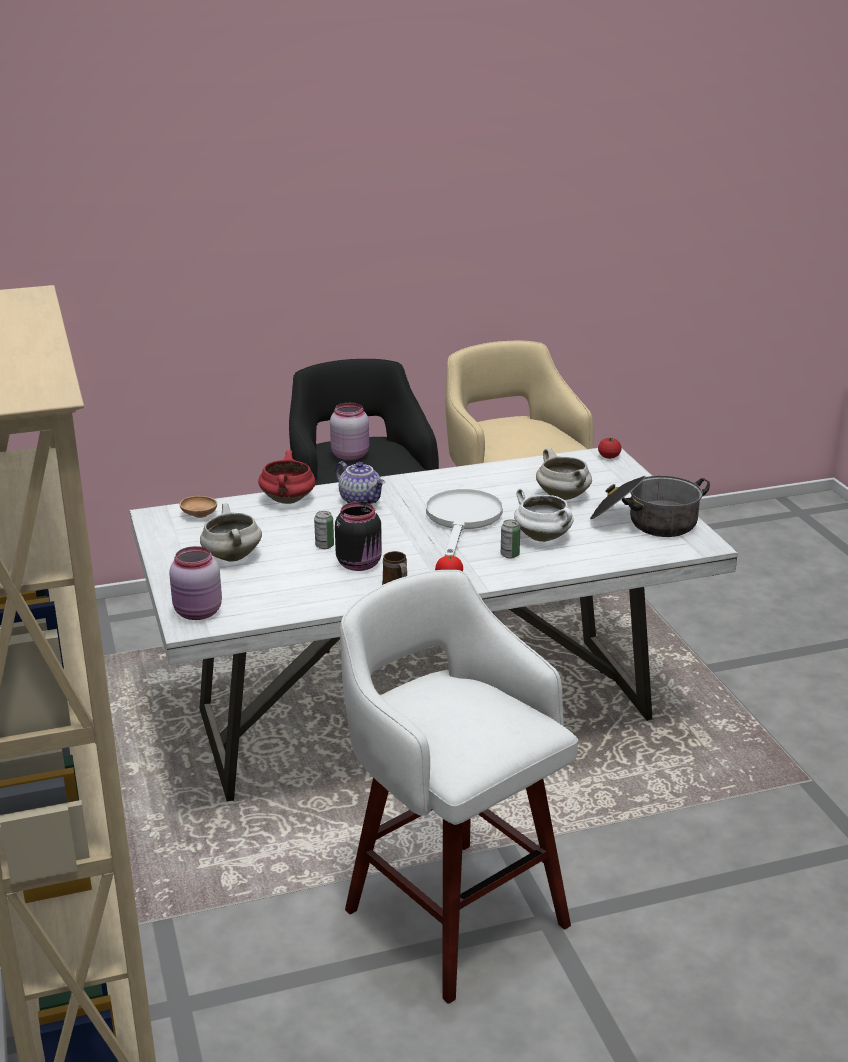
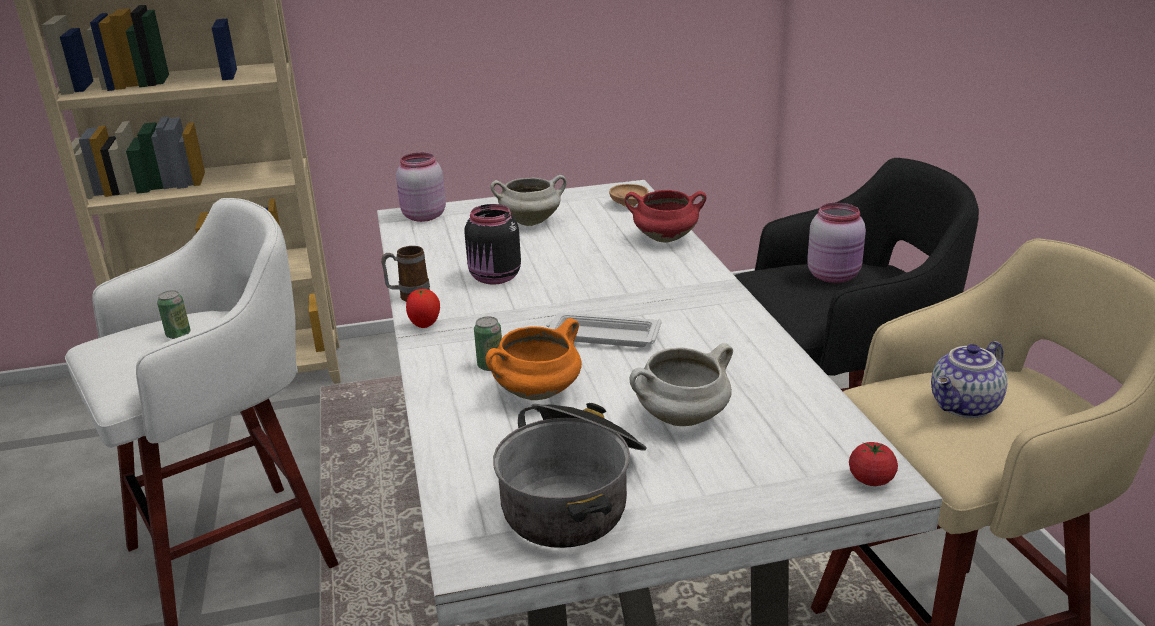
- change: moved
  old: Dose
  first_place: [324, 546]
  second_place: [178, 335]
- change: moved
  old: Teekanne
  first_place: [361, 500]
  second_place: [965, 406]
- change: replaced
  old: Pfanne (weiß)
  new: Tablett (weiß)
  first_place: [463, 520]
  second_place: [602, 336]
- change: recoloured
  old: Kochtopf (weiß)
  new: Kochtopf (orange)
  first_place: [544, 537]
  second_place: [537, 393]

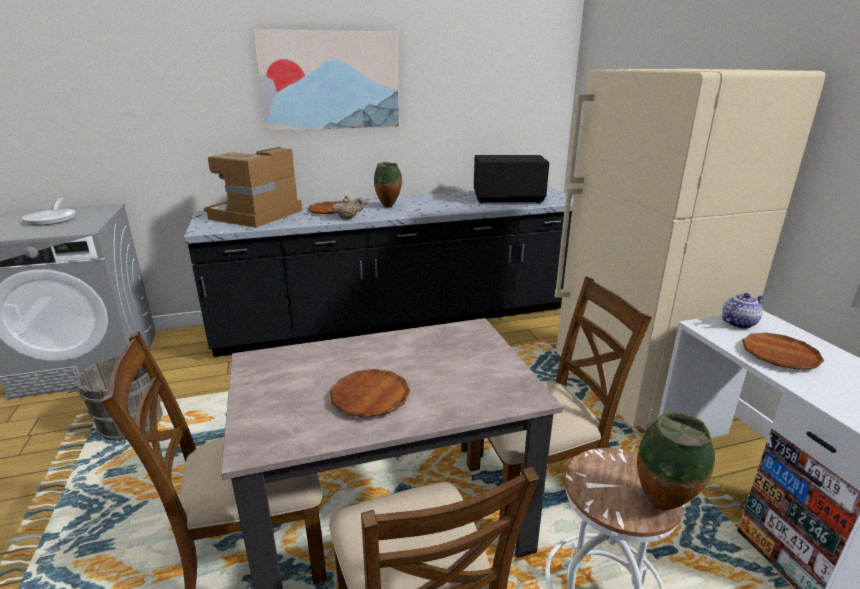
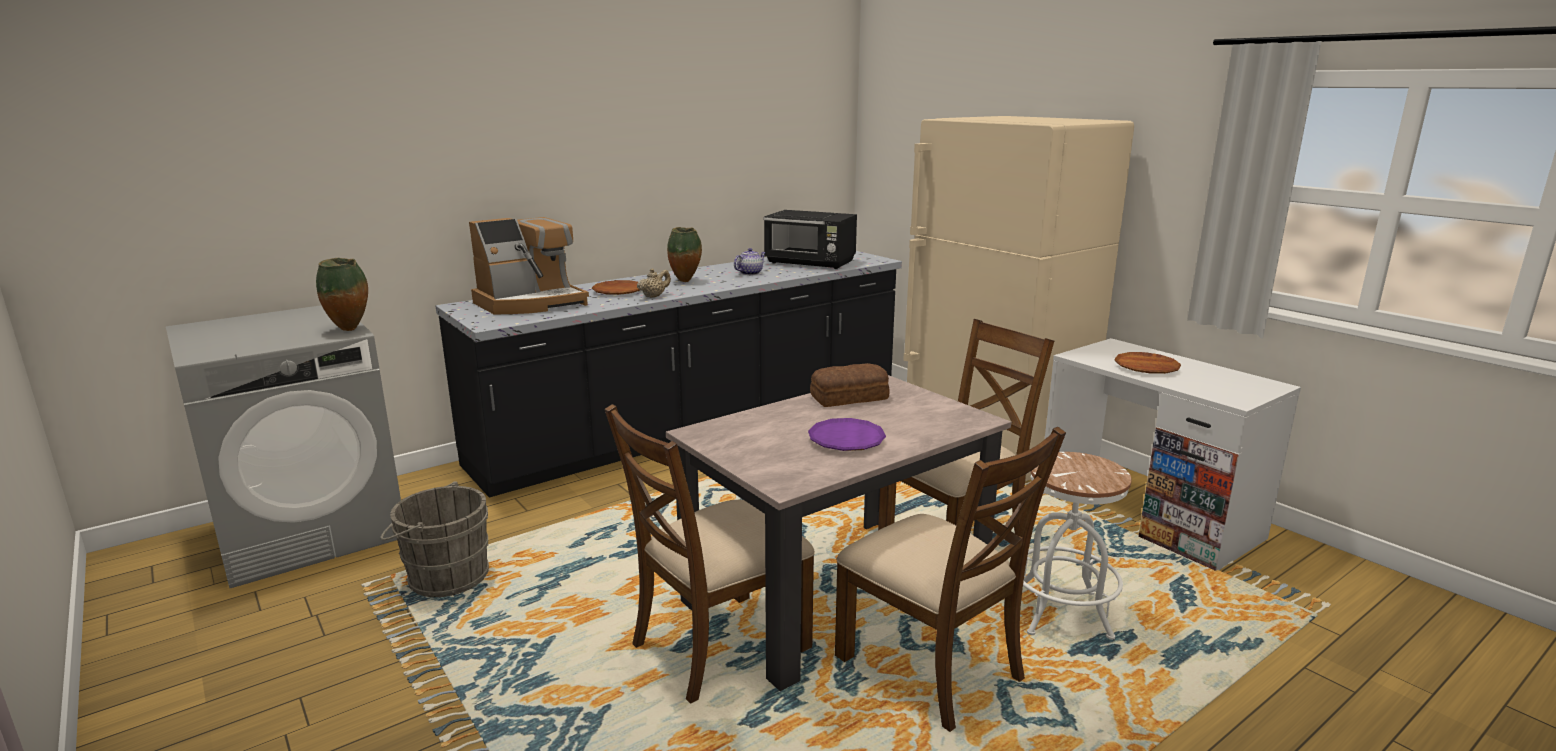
- change: removed
  old: Pfanne
  first_place: [53, 219]
- change: turned
  old: Kaffeemaschine
  first_place: [256, 215]
  second_place: [531, 303]
  degrees: -135
- change: removed
  old: Bild
  first_place: [330, 81]
- change: recoloured
  old: Teller (braun)
  new: Teller (lila)
  first_place: [370, 397]
  second_place: [846, 440]
- change: turned
  old: Mikrowelle (schwarz)
  first_place: [507, 199]
  second_place: [810, 263]
  degrees: -135
- change: moved
  old: Vase
  first_place: [663, 506]
  second_place: [350, 330]
- change: moved
  old: Teekanne
  first_place: [738, 323]
  second_place: [750, 273]
- change: added
  new: Brot
  second_place: [850, 398]

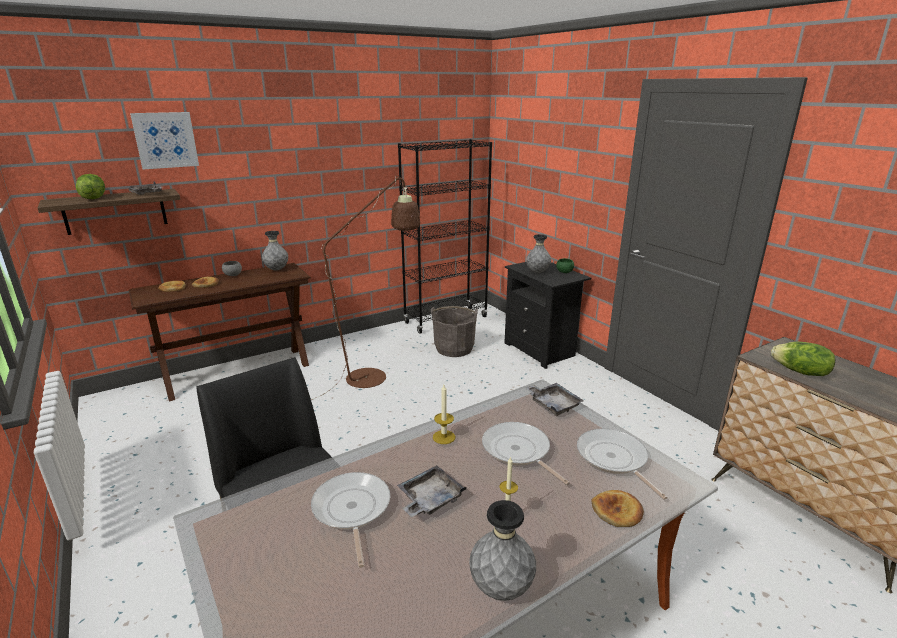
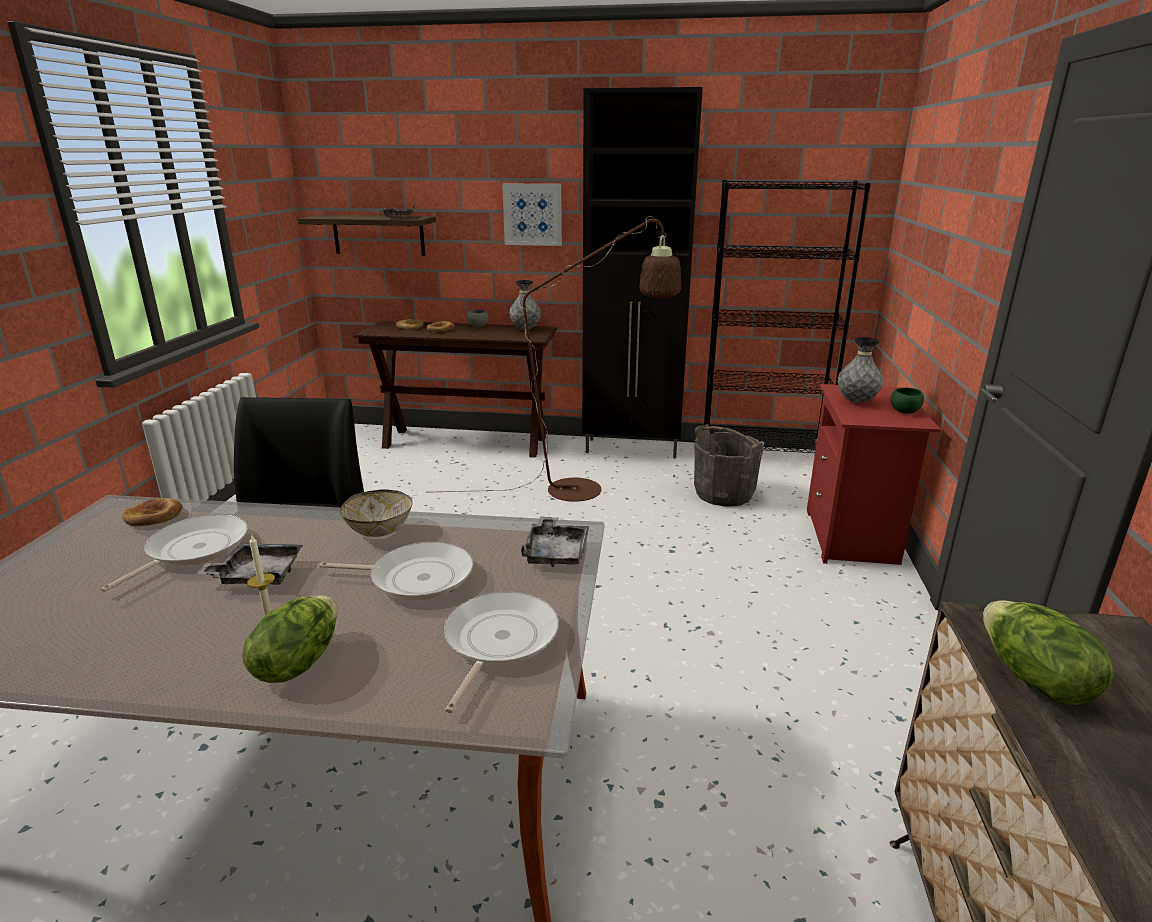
- change: moved
  old: Salatkopf
  first_place: [93, 198]
  second_place: [297, 662]
- change: moved
  old: Bild
  first_place: [165, 140]
  second_place: [532, 214]
- change: replaced
  old: Kerze
  new: Schüssel
  first_place: [444, 437]
  second_place: [379, 530]
- change: removed
  old: Vase (grau)
  first_place: [501, 588]
- change: turned
  old: Pfanne
  first_place: [518, 451]
  second_place: [416, 577]
  degrees: 90
- change: recoloured
  old: Nachttisch (schwarz)
  new: Nachttisch (rot)
  first_place: [541, 350]
  second_place: [852, 538]
- change: moved
  old: Brot
  first_place: [617, 511]
  second_place: [154, 516]
- change: added
  new: Schrank (schwarz)
  second_place: [633, 449]

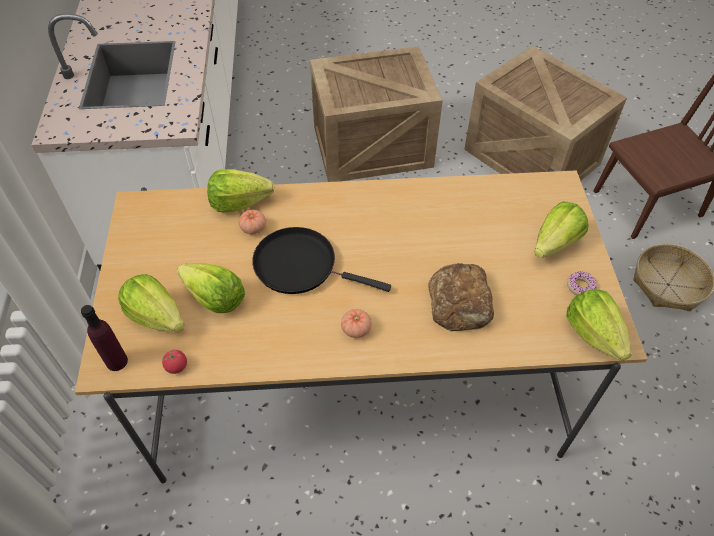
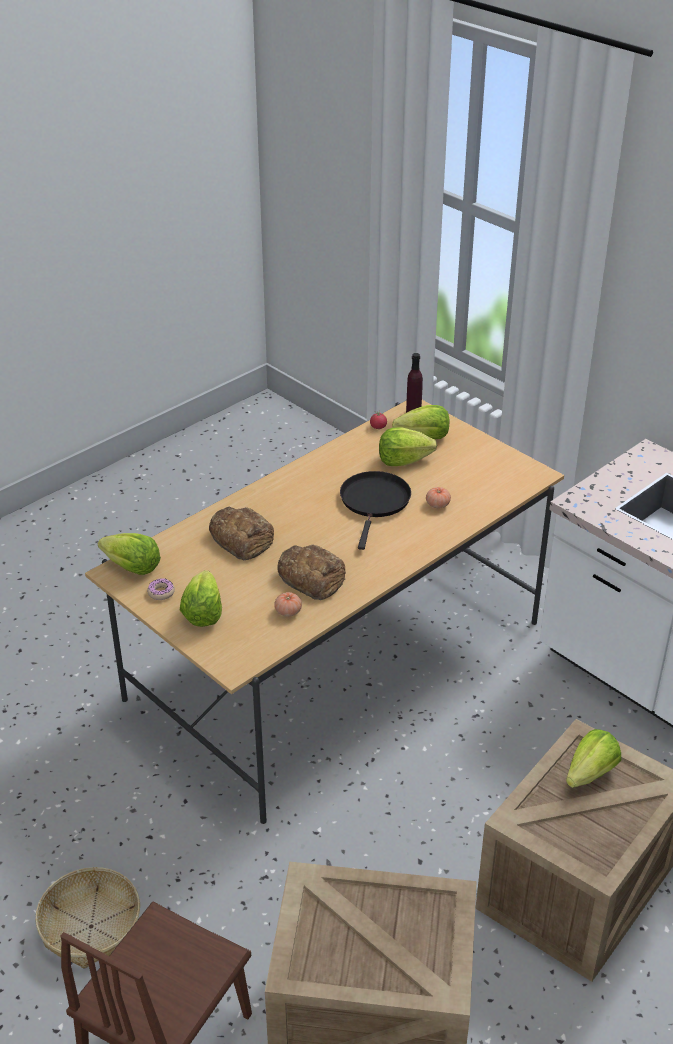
- change: moved
  old: Salatkopf
  first_place: [239, 202]
  second_place: [590, 773]
- change: turned
  old: Pfanne (schwarz)
  first_place: [301, 265]
  second_place: [375, 502]
  degrees: -60
- change: moved
  old: Tomate
  first_place: [356, 329]
  second_place: [288, 611]
- change: added
  new: Brot
  second_place: [312, 577]

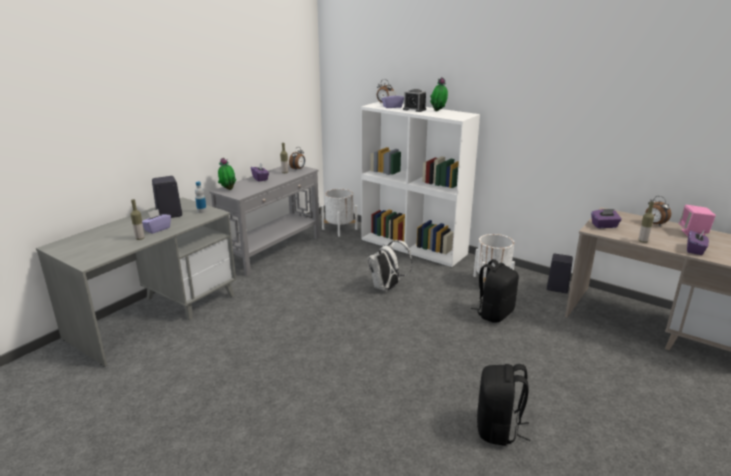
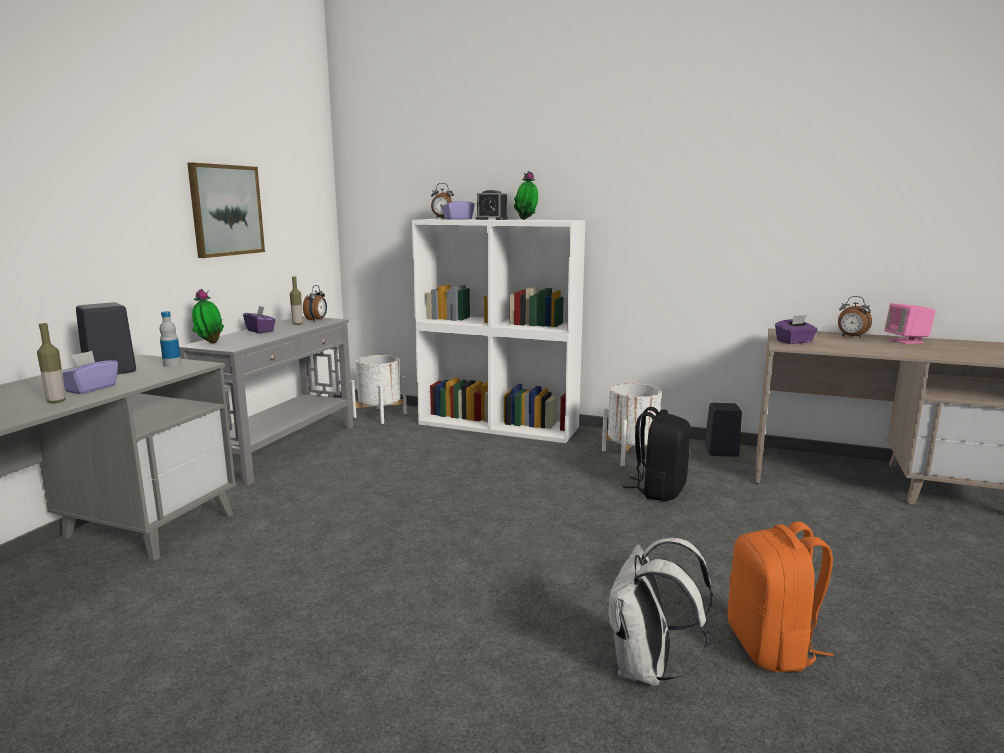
- change: moved
  old: Rucksack (weiß)
  first_place: [387, 288]
  second_place: [647, 669]
- change: recoloured
  old: Rucksack (schwarz)
  new: Rucksack (orange)
  first_place: [498, 429]
  second_place: [772, 648]
- change: removed
  old: Flasche
  first_place: [642, 241]
- change: removed
  old: Taschentuchbox (lila)
  first_place: [695, 250]
- change: added
  new: Bild
  second_place: [226, 210]

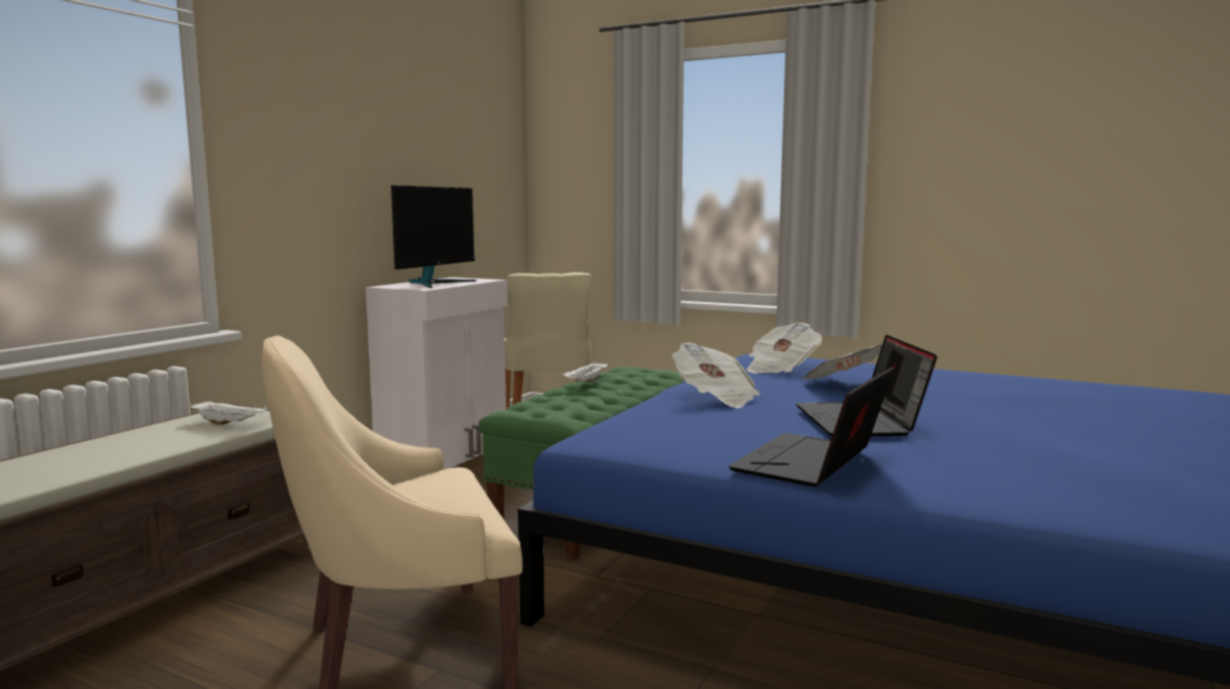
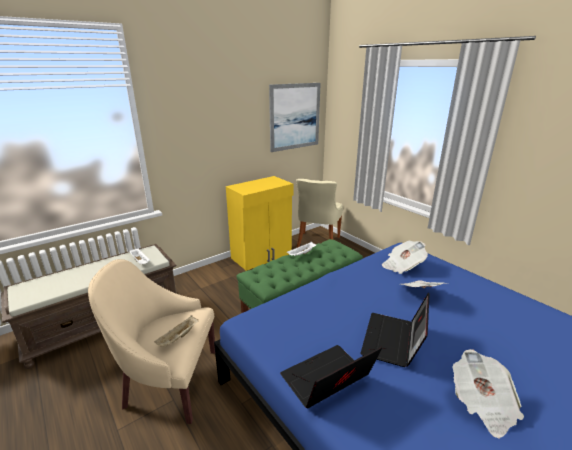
- change: recoloured
  old: Schrank (weiß)
  new: Schrank (gelb)
  first_place: [446, 454]
  second_place: [262, 256]
- change: removed
  old: Monitor
  first_place: [435, 283]
- change: moved
  old: Zeitung
  first_place: [715, 398]
  second_place: [482, 405]
- change: added
  new: Tablett (beige)
  second_place: [178, 338]
- change: added
  new: Bild
  second_place: [295, 116]

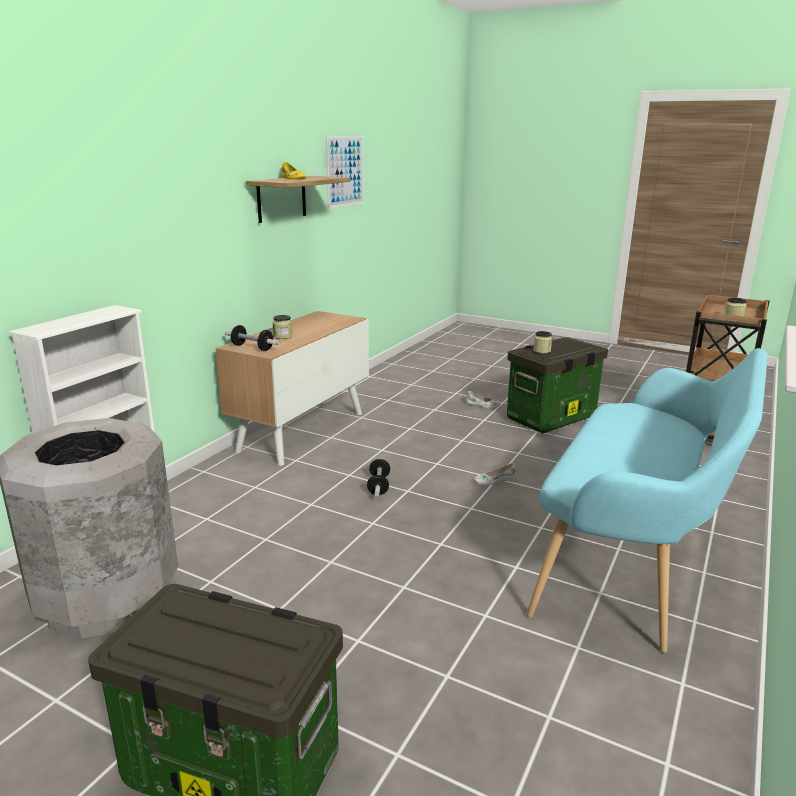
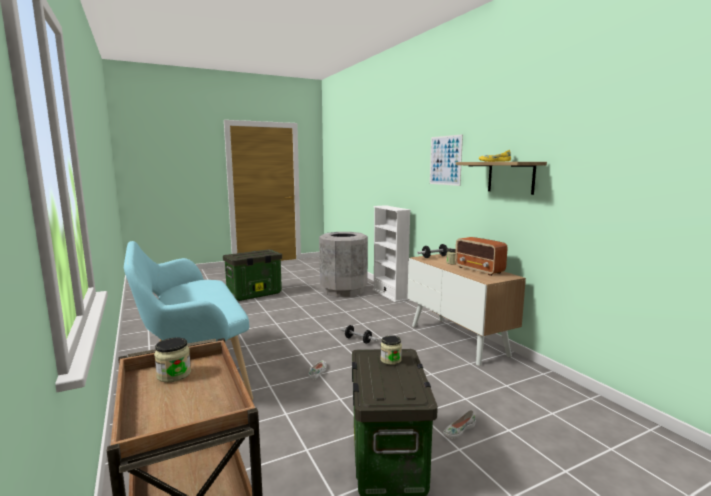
- change: moved
  old: Bild
  first_place: [345, 171]
  second_place: [445, 160]
- change: added
  new: Radio
  second_place: [479, 270]

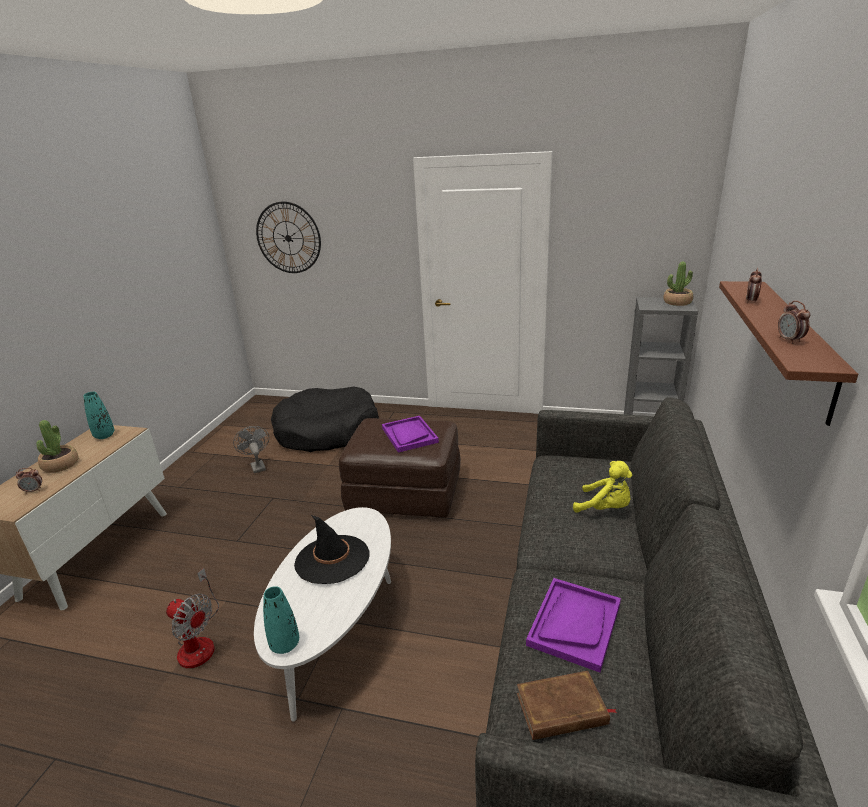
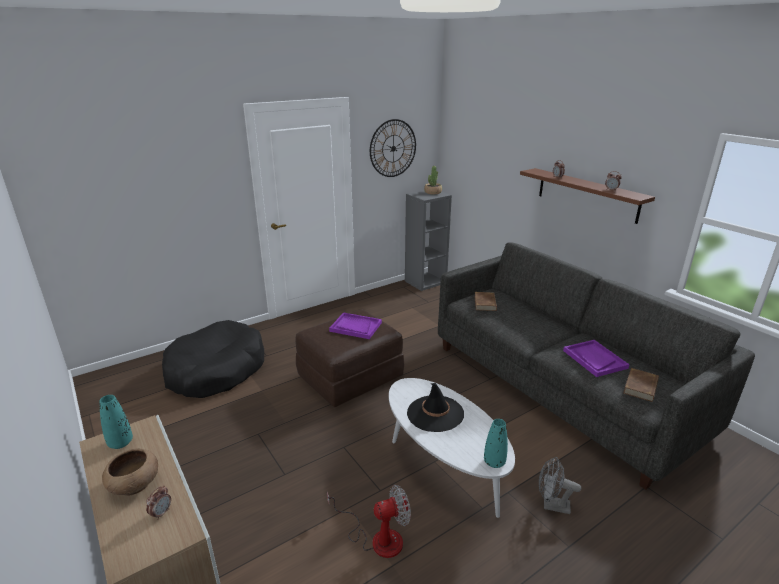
- change: replaced
  old: Topfpflanze
  new: Schüssel (braun)
  first_place: [60, 465]
  second_place: [134, 485]
- change: moved
  old: Ventilator (grau)
  first_place: [257, 466]
  second_place: [551, 505]
- change: moved
  old: Wanduhr
  first_place: [288, 238]
  second_place: [393, 148]
- change: removed
  old: Plüschtier (gelb)
  first_place: [605, 508]
- change: added
  new: Buch (braun)
  second_place: [485, 303]

